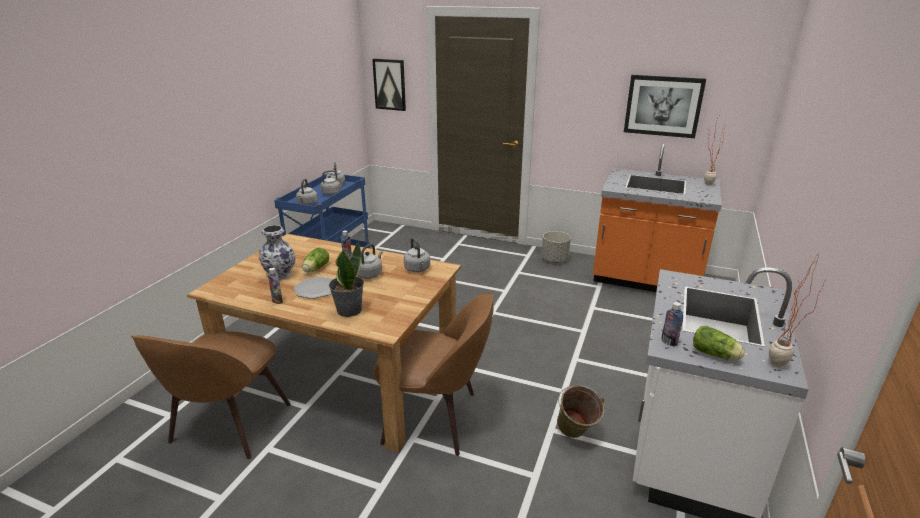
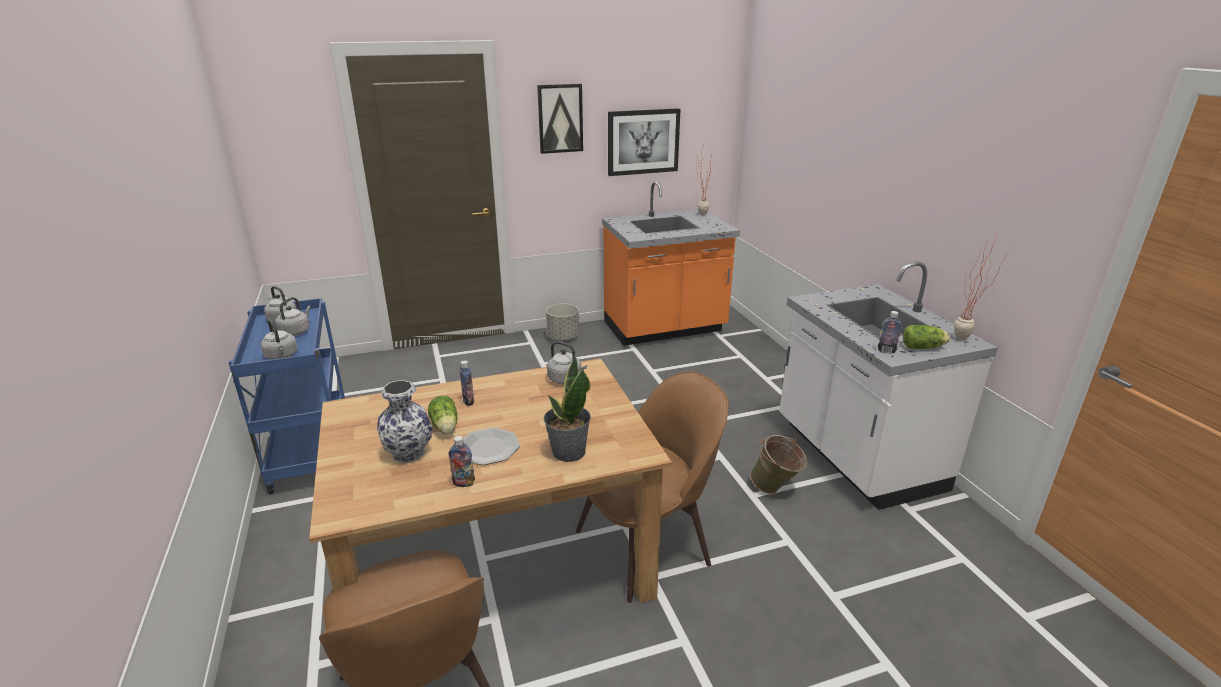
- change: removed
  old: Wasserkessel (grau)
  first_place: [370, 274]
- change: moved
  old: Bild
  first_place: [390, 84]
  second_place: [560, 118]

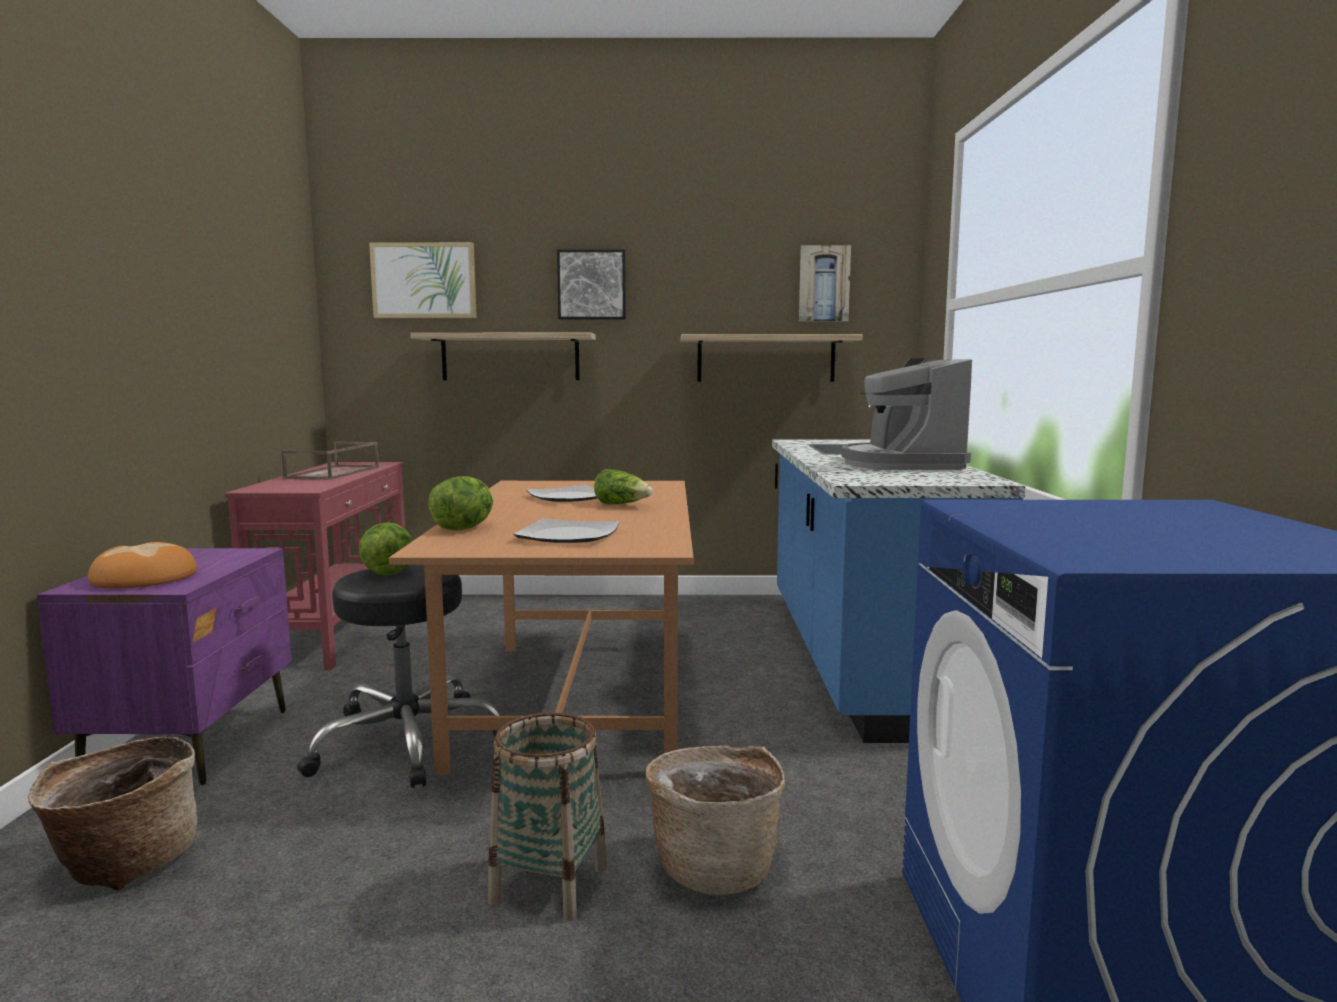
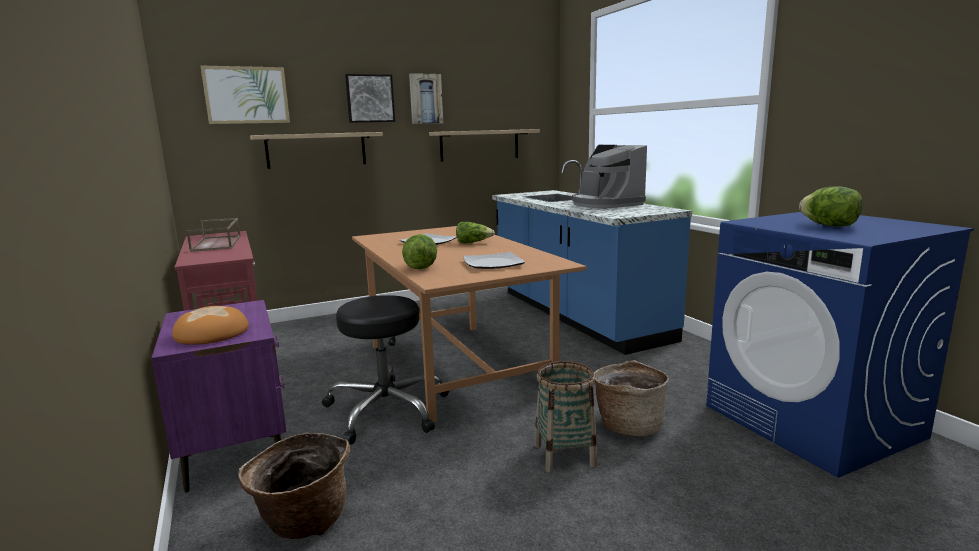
- change: moved
  old: Salatkopf
  first_place: [388, 573]
  second_place: [829, 226]
- change: moved
  old: Bild
  first_place: [824, 284]
  second_place: [425, 99]

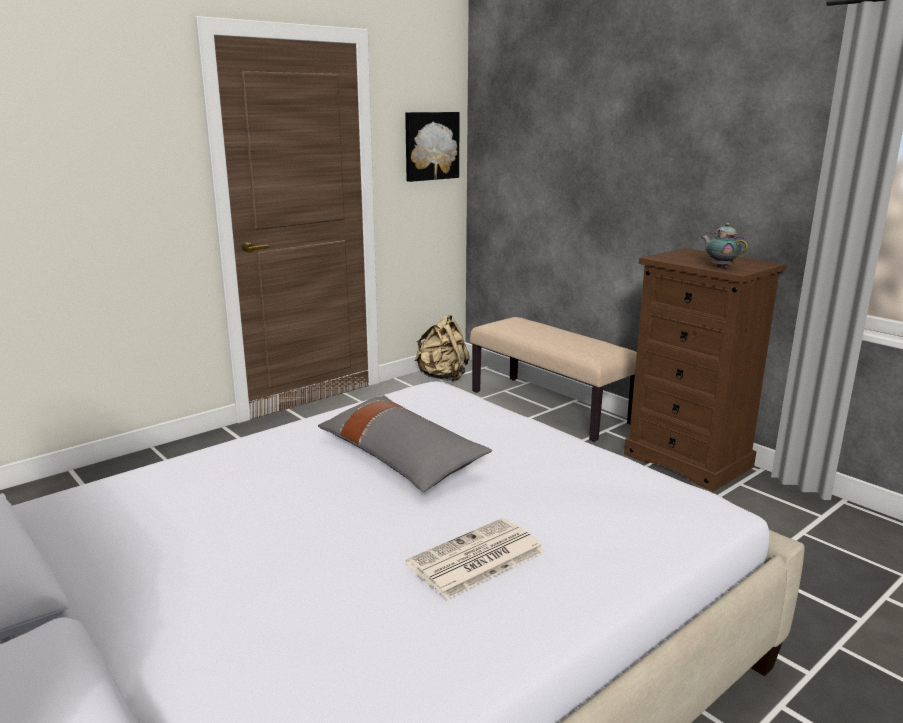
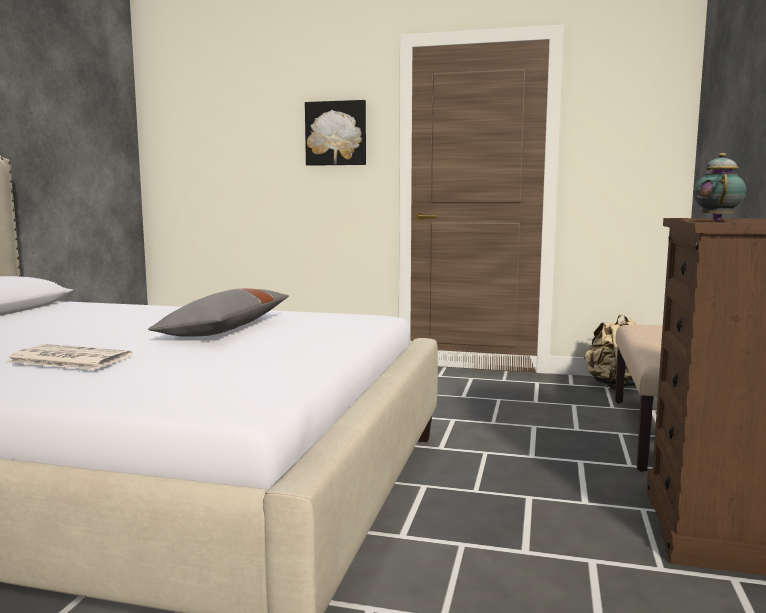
- change: moved
  old: Bild
  first_place: [430, 146]
  second_place: [336, 133]

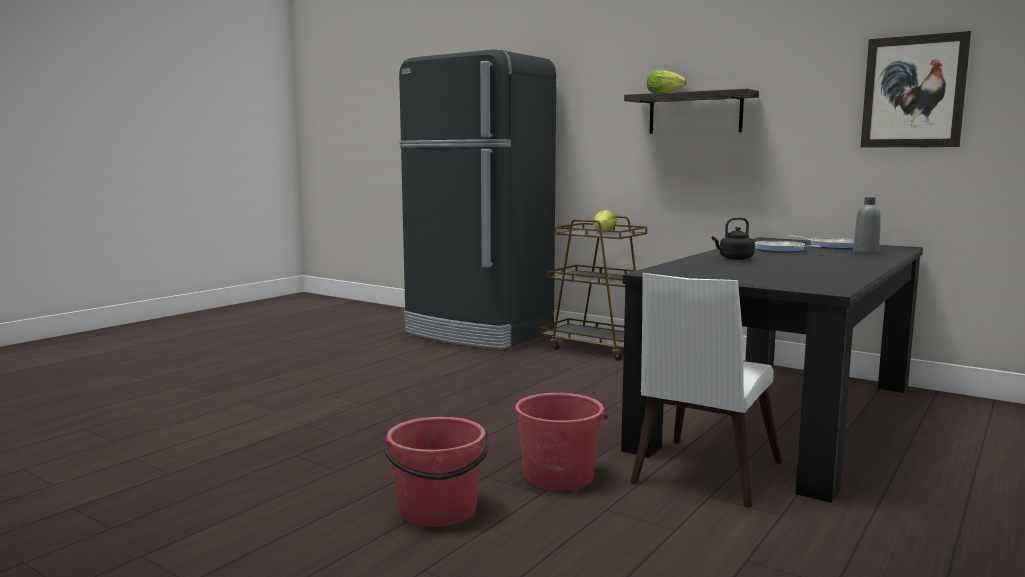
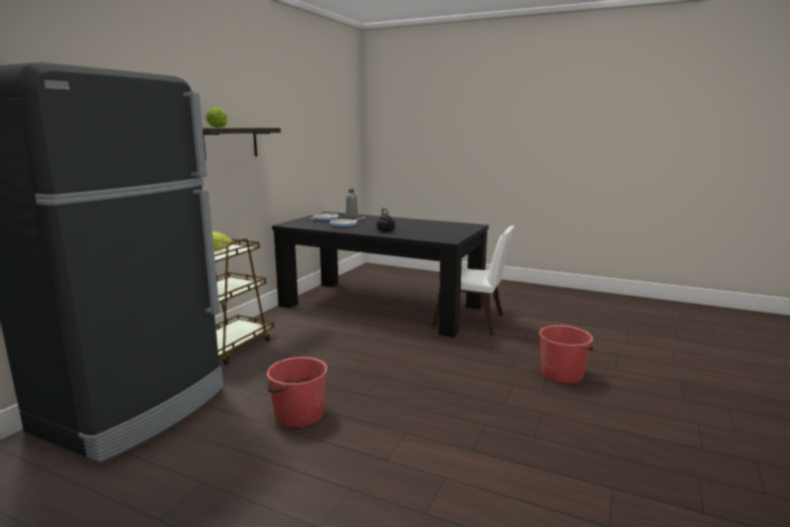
- change: moved
  old: Eimer (rot)
  first_place: [558, 475]
  second_place: [298, 414]
- change: removed
  old: Bild
  first_place: [913, 92]

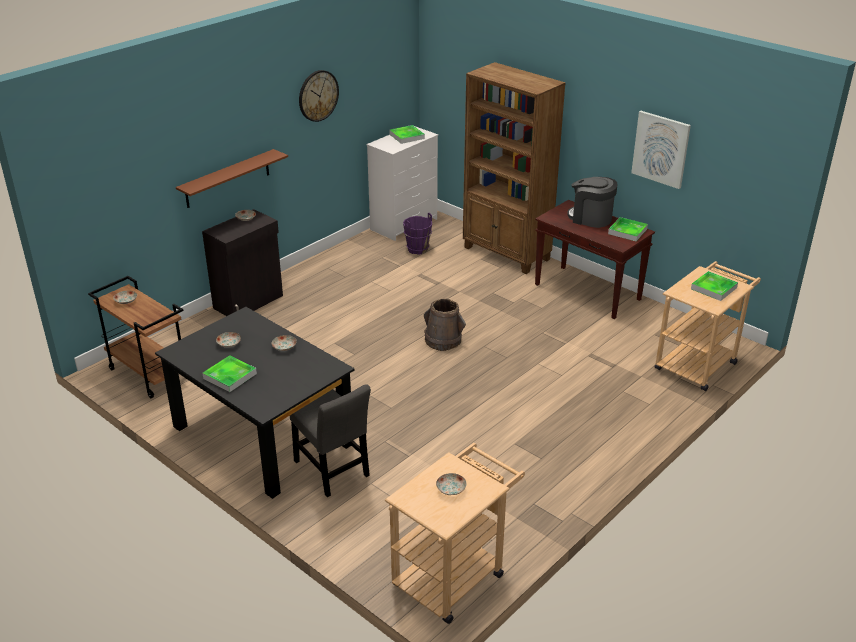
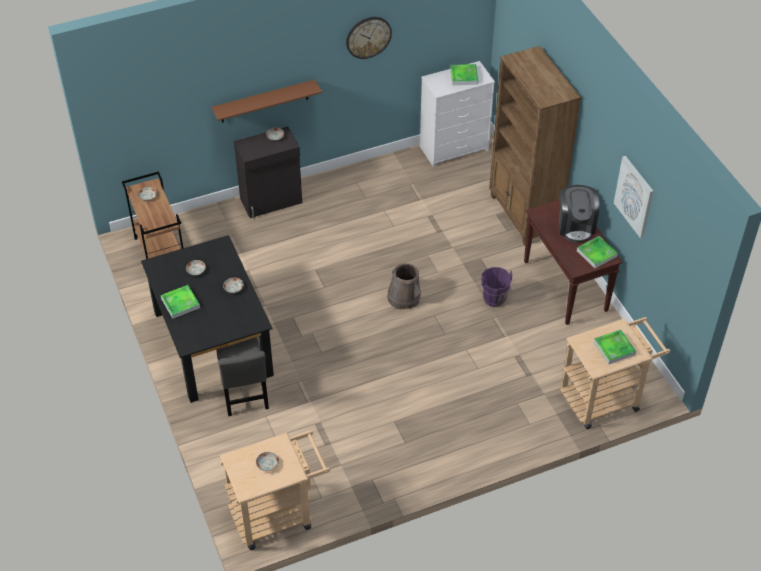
- change: moved
  old: Eimer (lila)
  first_place: [417, 249]
  second_place: [494, 299]
- change: turned
  old: Kaffeemaschine
  first_place: [590, 218]
  second_place: [575, 226]
  degrees: -150

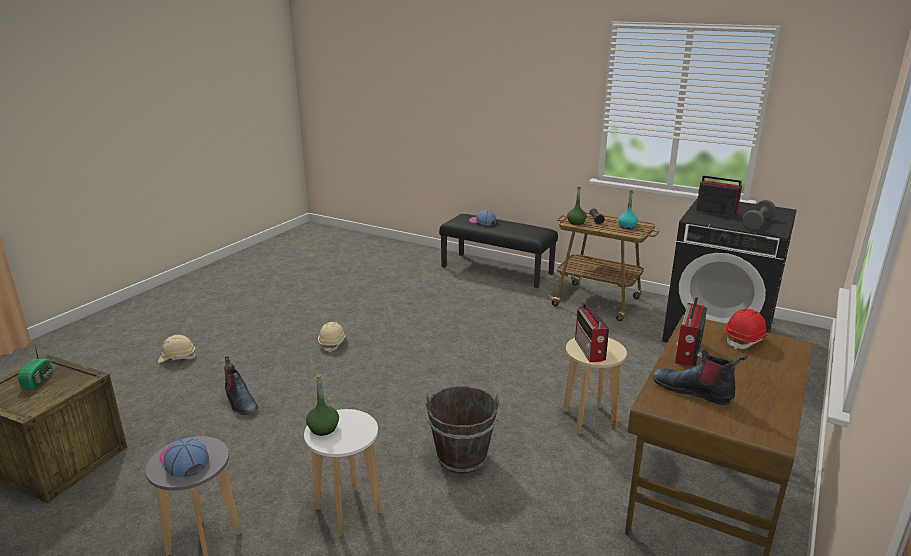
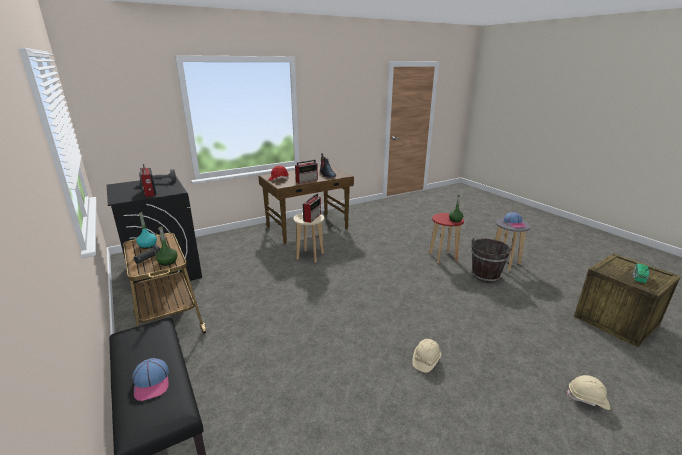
- change: removed
  old: Stiefel
  first_place: [240, 402]
- change: recoloured
  old: Hocker (weiß)
  new: Hocker (rot)
  first_place: [347, 510]
  second_place: [443, 257]
- change: moved
  old: Eimer (braun)
  first_place: [461, 458]
  second_place: [485, 275]

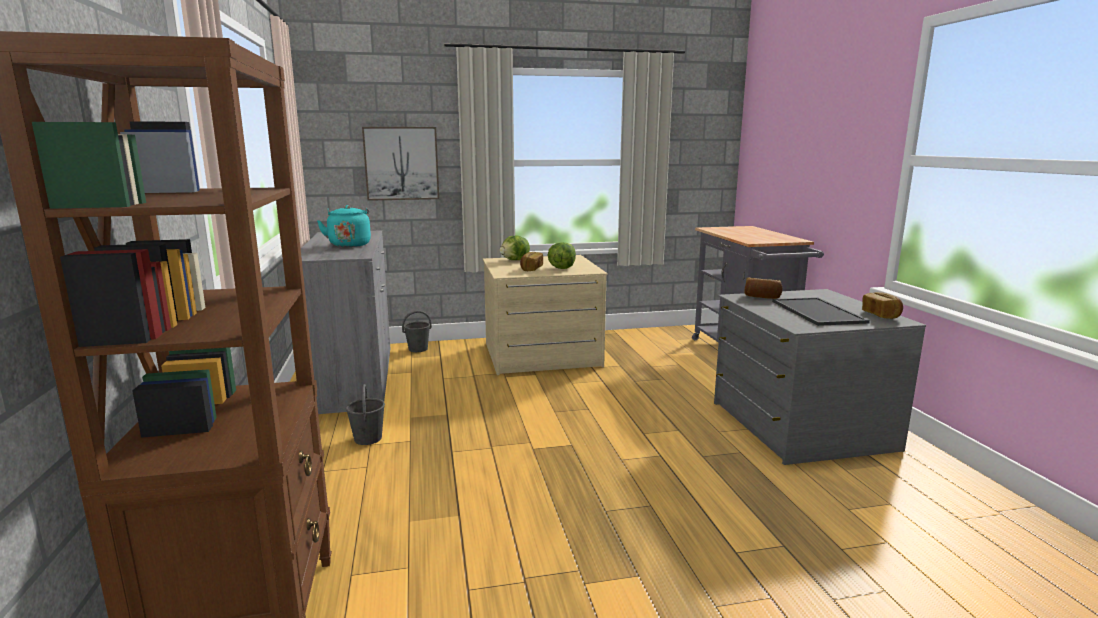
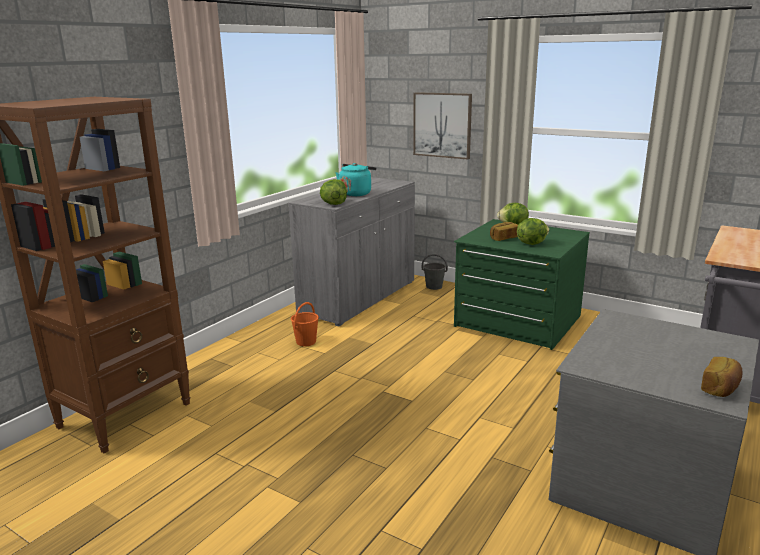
- change: recoloured
  old: Eimer (grau)
  new: Eimer (orange)
  first_place: [368, 439]
  second_place: [306, 342]
- change: recoloured
  old: Kommode (beige)
  new: Kommode (grün)
  first_place: [542, 355]
  second_place: [517, 321]
- change: removed
  old: Brot
  first_place: [762, 297]
- change: removed
  old: Tablett
  first_place: [819, 312]
- change: added
  new: Salatkopf
  second_place: [334, 204]

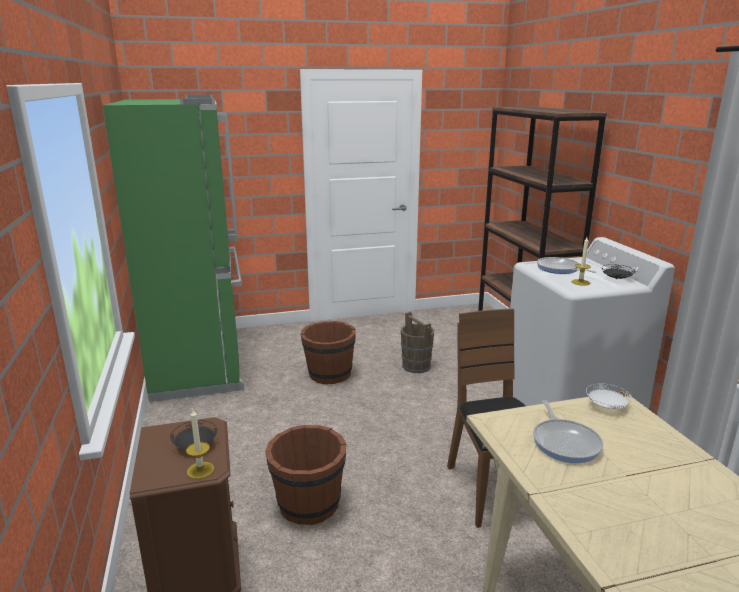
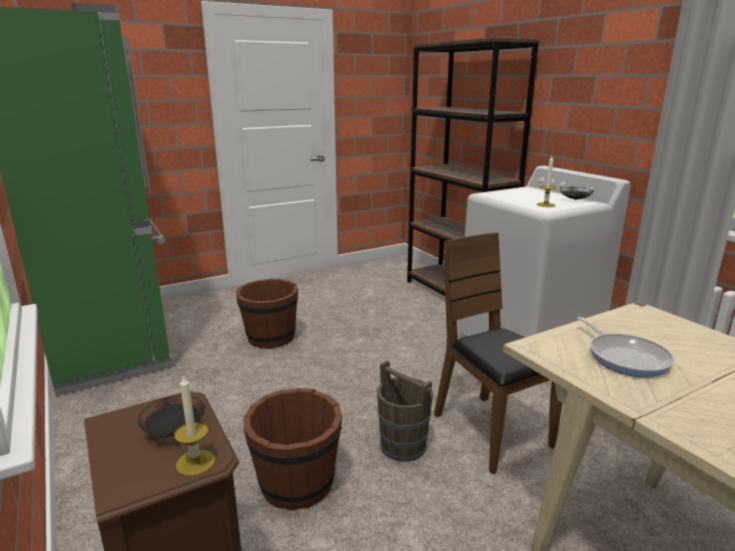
- change: moved
  old: Eimer (braun)
  first_place: [416, 366]
  second_place: [402, 445]
- change: removed
  old: Pfanne
  first_place: [559, 269]
- change: removed
  old: Teller (weiß)
  first_place: [606, 406]

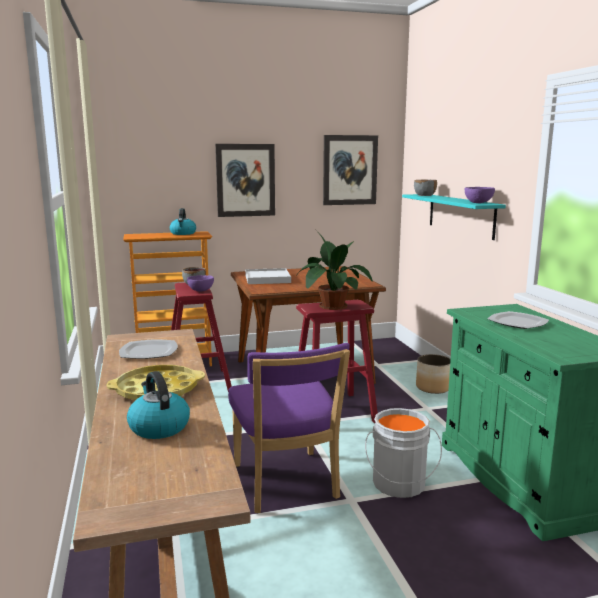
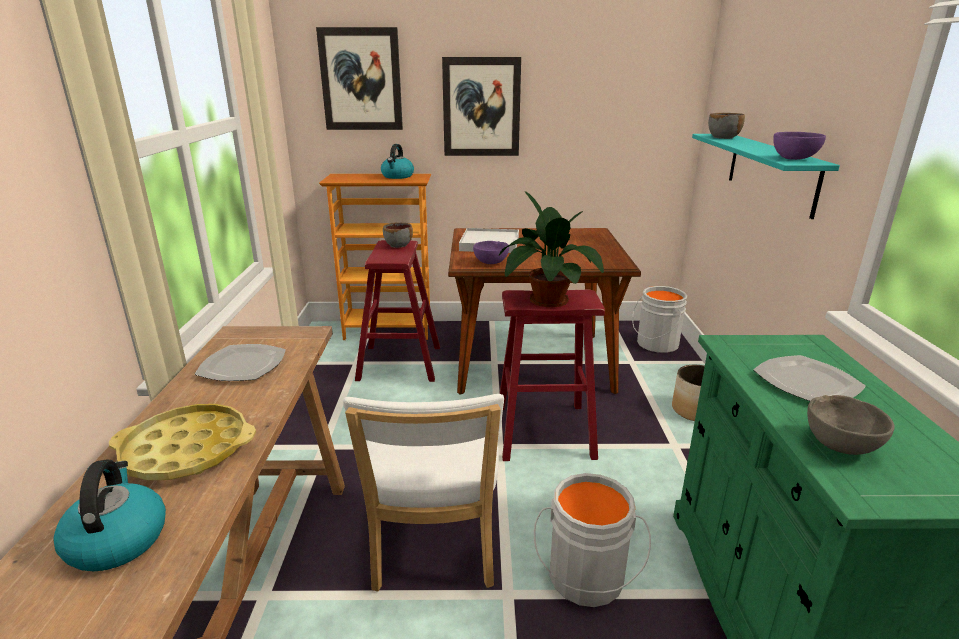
- change: moved
  old: Schüssel (lila)
  first_place: [201, 291]
  second_place: [491, 263]
- change: recoloured
  old: Stuhl (lila)
  new: Stuhl (weiß)
  first_place: [286, 484]
  second_place: [434, 547]
- change: moved
  old: Bild
  first_place: [349, 170]
  second_place: [361, 79]
- change: added
  new: Eimer (grau)
  second_place: [655, 344]
- change: added
  new: Schüssel (grau)
  second_place: [841, 446]

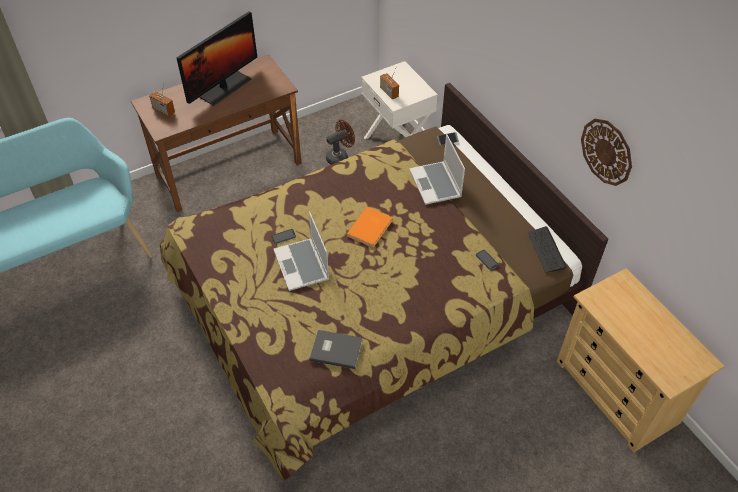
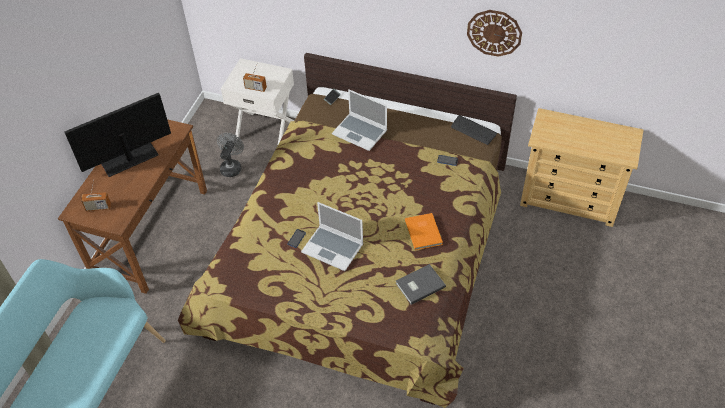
- change: turned
  old: Monitor
  first_place: [224, 87]
  second_place: [129, 158]
  degrees: -120
- change: recoloured
  old: Ventilator (braun)
  new: Ventilator (grau)
  first_place: [340, 156]
  second_place: [232, 167]
- change: moved
  old: Buch (orange)
  first_place: [371, 228]
  second_place: [424, 231]

